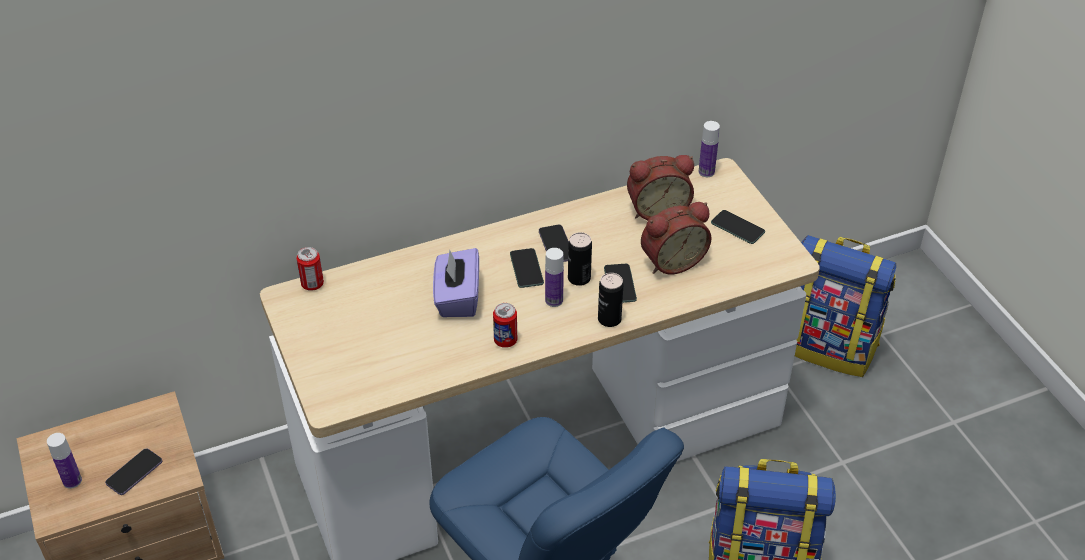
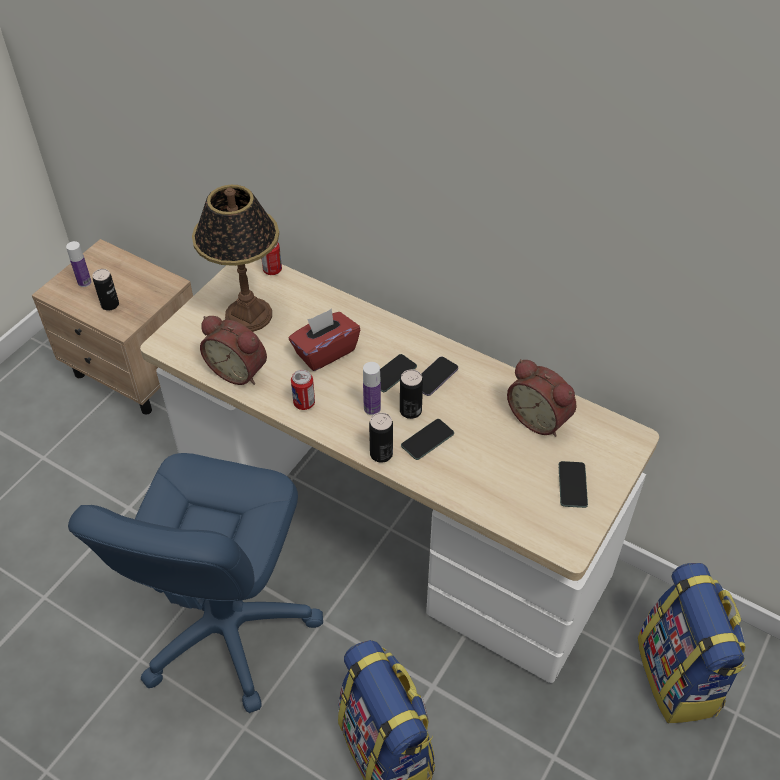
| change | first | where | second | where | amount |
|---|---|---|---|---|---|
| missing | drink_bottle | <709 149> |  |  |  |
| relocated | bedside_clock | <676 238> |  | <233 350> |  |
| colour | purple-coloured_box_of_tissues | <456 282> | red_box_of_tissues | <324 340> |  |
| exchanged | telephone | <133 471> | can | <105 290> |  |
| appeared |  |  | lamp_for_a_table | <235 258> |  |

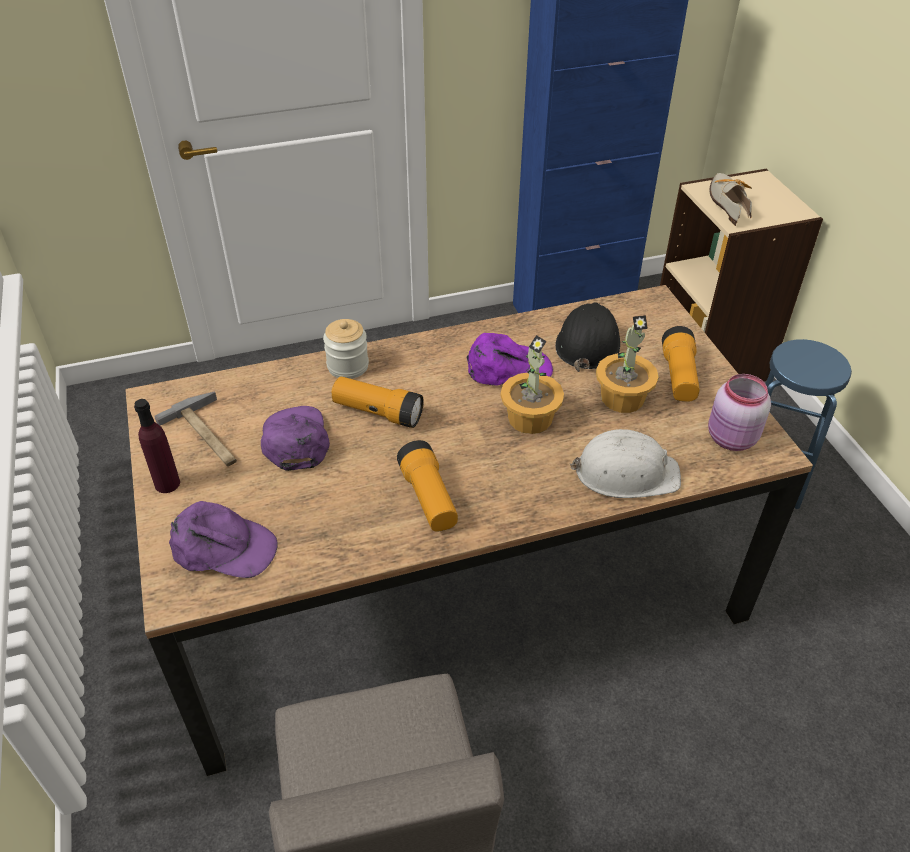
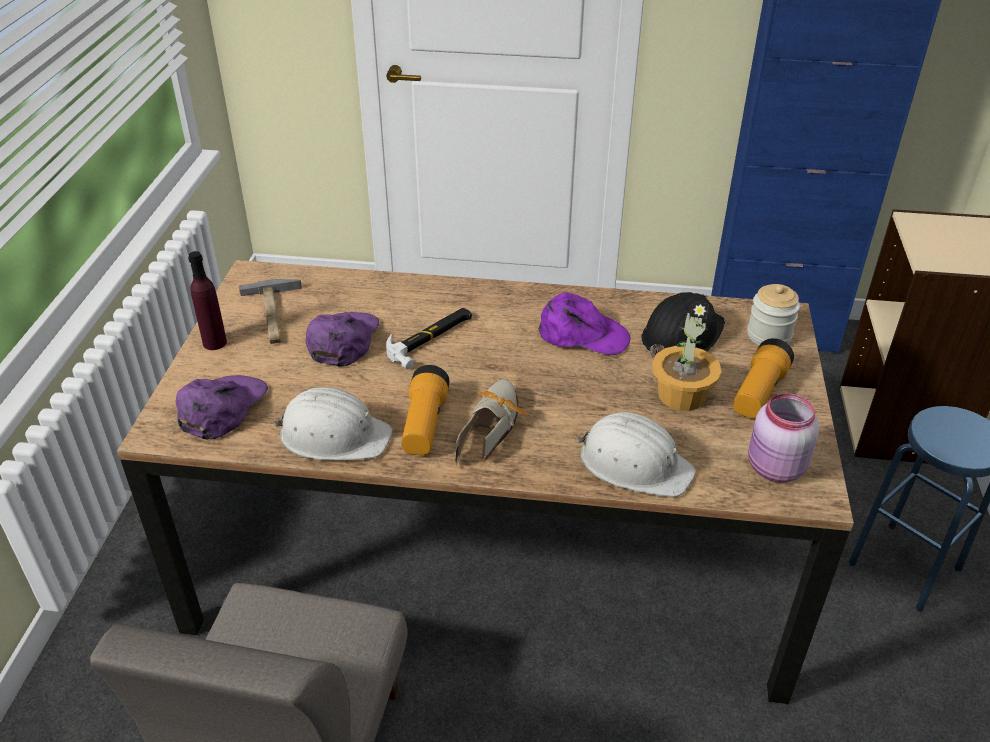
| change | first | where | second | where | amount |
|---|---|---|---|---|---|
| relocated | item_of_footwear | <730 199> |  | <492 422> |  |
| relocated | preserve_jar | <346 349> |  | <773 314> |  |
| missing | plant_in_a_pot | <532 384> |  |  |  |
| exchanged | torch | <377 402> | tool_hammer | <429 339> |  |
| spun | purple-coloured_baseball_cap | <223 539> |  | <222 407> | 105 degrees counterclockwise |
| appeared |  |  | whitish_safety_helmet | <332 423> |  |

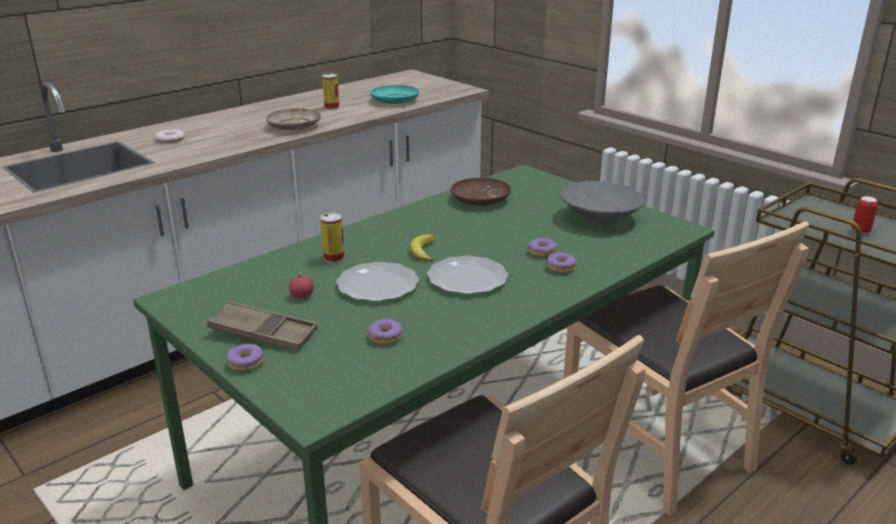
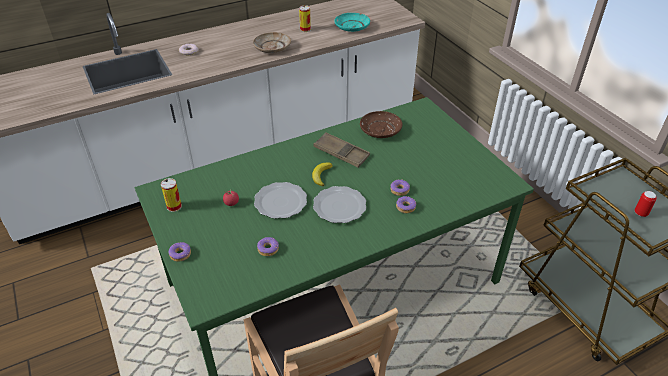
| change | first | where | second | where | amount |
|---|---|---|---|---|---|
| missing | grey_bowl | <602 203> |  |  |  |
| relocated | can | <332 237> |  | <171 195> |  |
| missing | brown-coloured_plain_chair | <686 368> |  |  |  |
| relocated | brown-coloured_serving_tray | <262 326> |  | <341 150> |  |

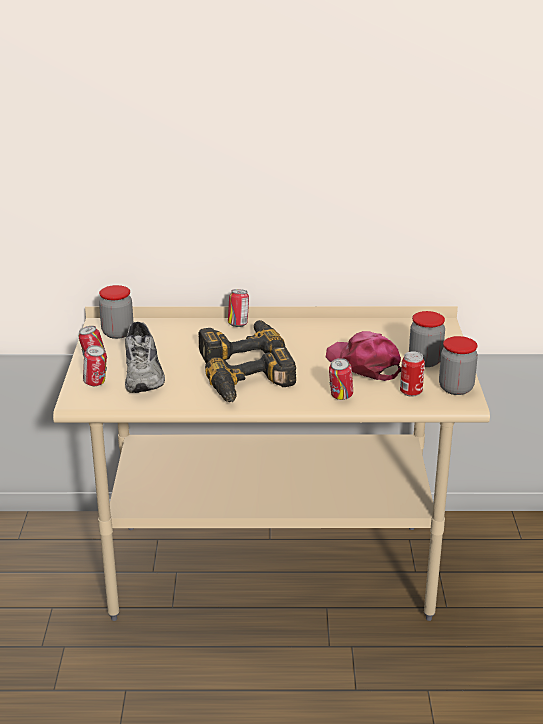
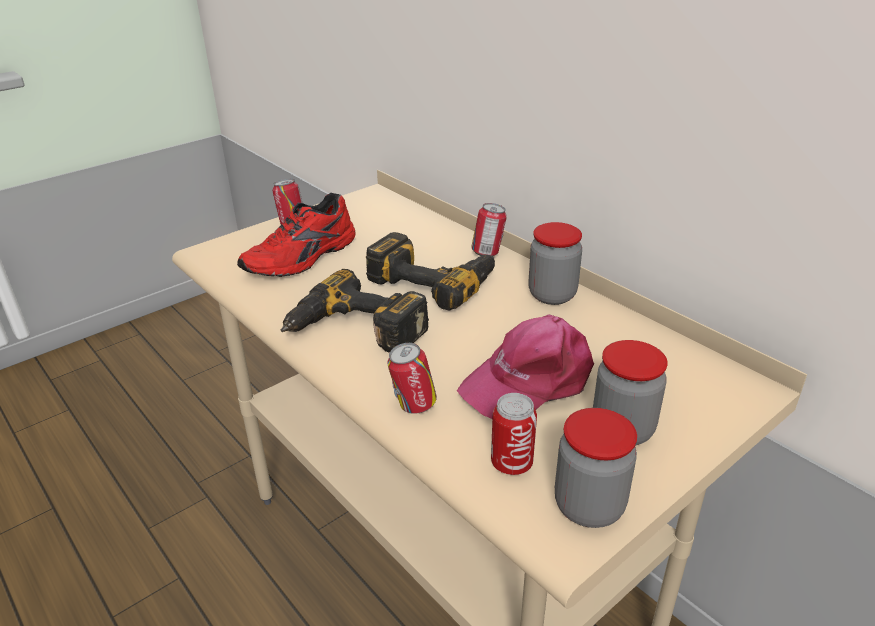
| change | first | where | second | where | amount |
|---|---|---|---|---|---|
| relocated | preserve_jar | <116 312> |  | <555 263> |  |
| colour | grey_item_of_footwear | <145 357> | red_item_of_footwear | <296 235> |  |
| spun | pinkish_baseball_cap | <363 356> |  | <525 367> | 135 degrees counterclockwise |
| missing | can | <95 365> |  |  |  |

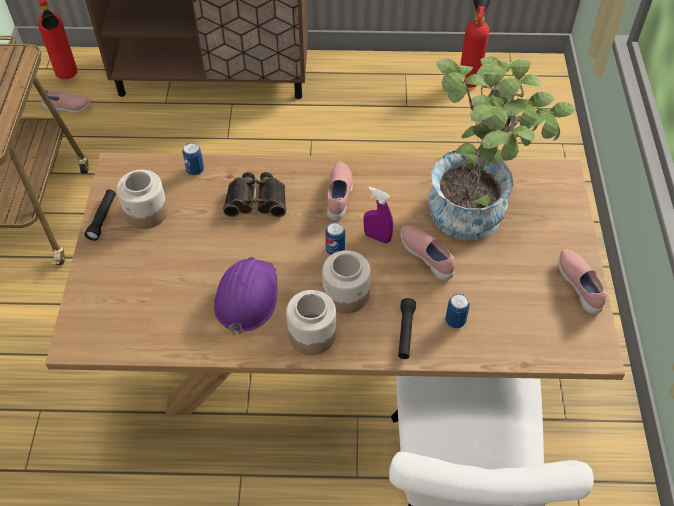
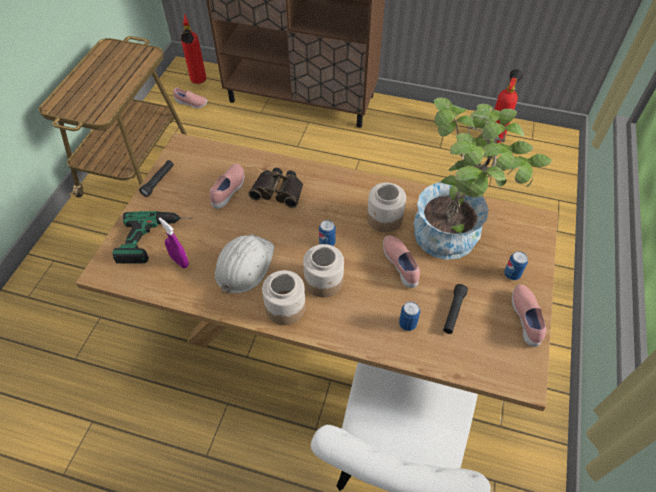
| change | first | where | second | where | amount |
|---|---|---|---|---|---|
| relocated | can | <193 158> |  | <516 265> |  |
| relocated | pinkish_item_of_footwear | <340 191> |  | <227 186> |  |
| relocated | preserve_jar | <142 199> |  | <386 207> |  |
| relocated | purple-coloured_sprayer | <378 215> |  | <174 243> |  |
| colour | purple-coloured_safety_helmet | <245 296> | whitish_safety_helmet | <244 264> |  |
| relocated | black-coloured_torch | <407 328> |  | <455 309> |  |
| appeared |  |  | electric_drill | <152 237> |  |

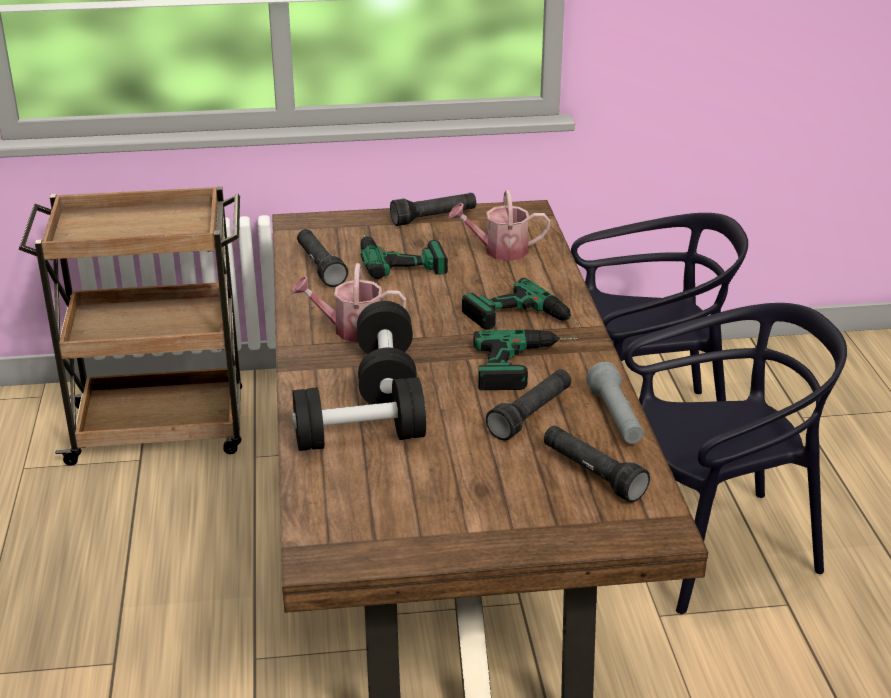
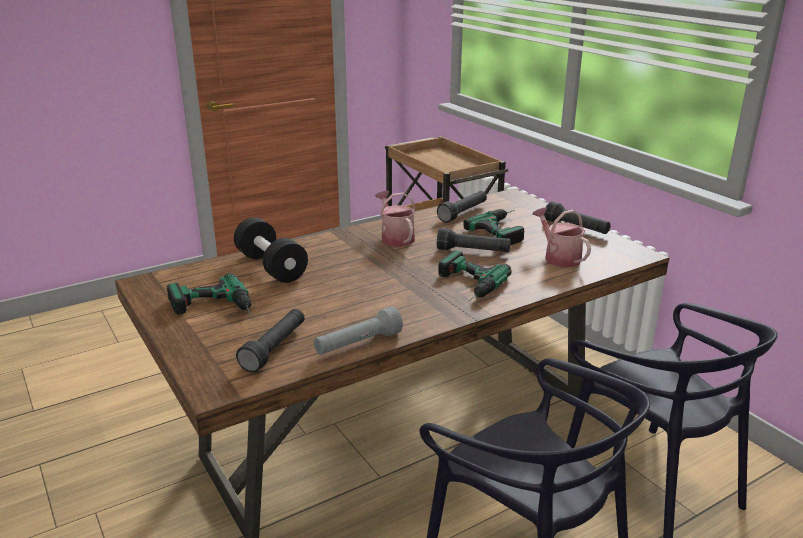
| change | first | where | second | where | amount |
|---|---|---|---|---|---|
| missing | black-coloured_free_weight | <387 352> |  |  |  |
| relocated | electric_drill | <525 359> |  | <209 294> |  |
| relocated | black-coloured_torch | <528 405> |  | <474 240> |  |

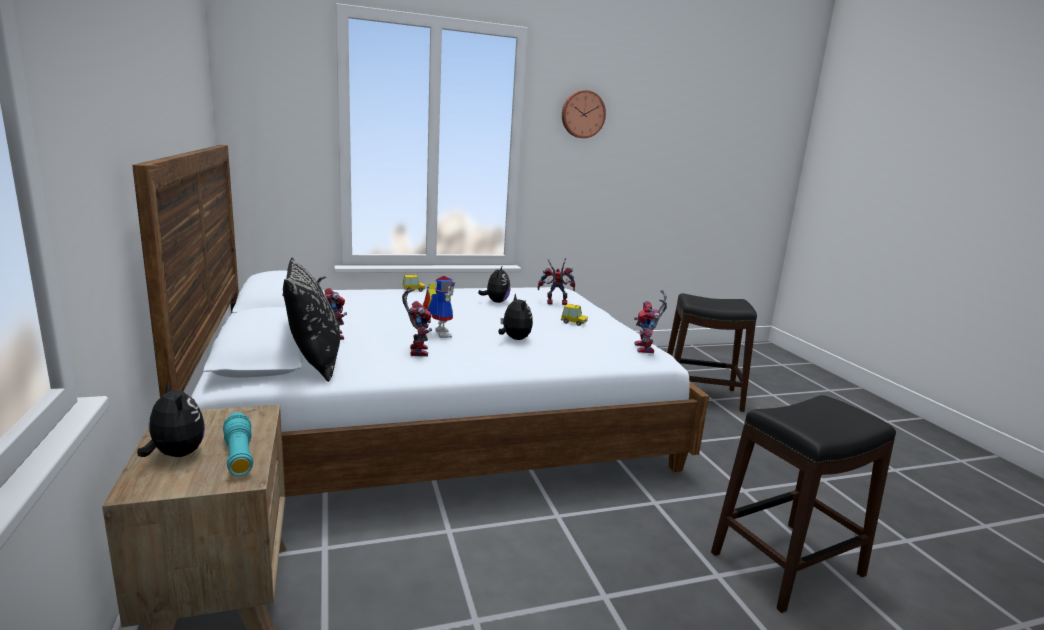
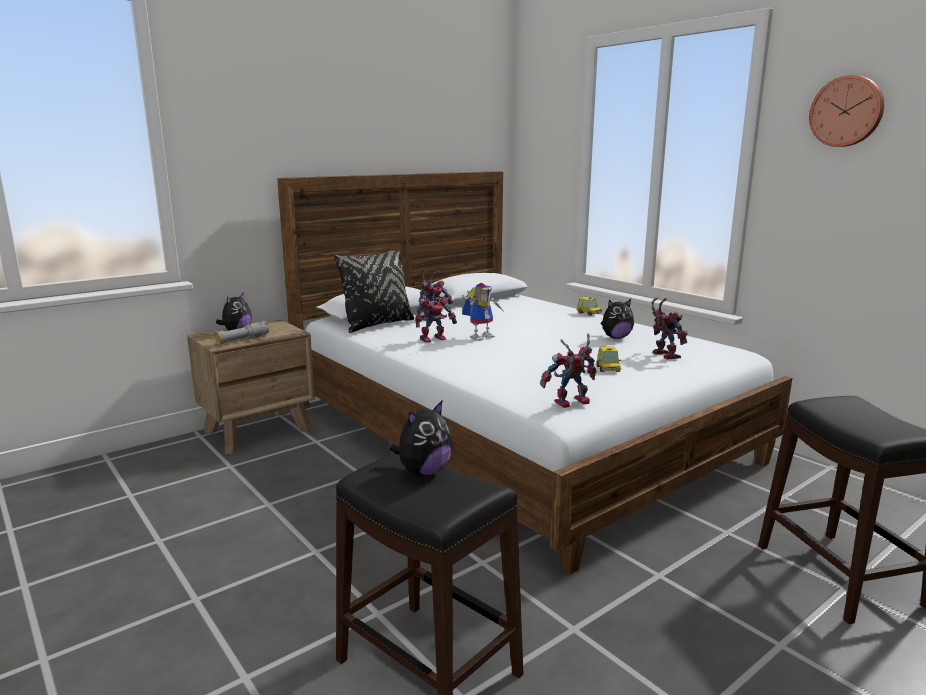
| change | first | where | second | where | amount |
|---|---|---|---|---|---|
| relocated | soft_toy | <516 317> |  | <421 438> |  |
| colour | blue-green_torch | <238 444> | grey_torch | <242 332> |  |

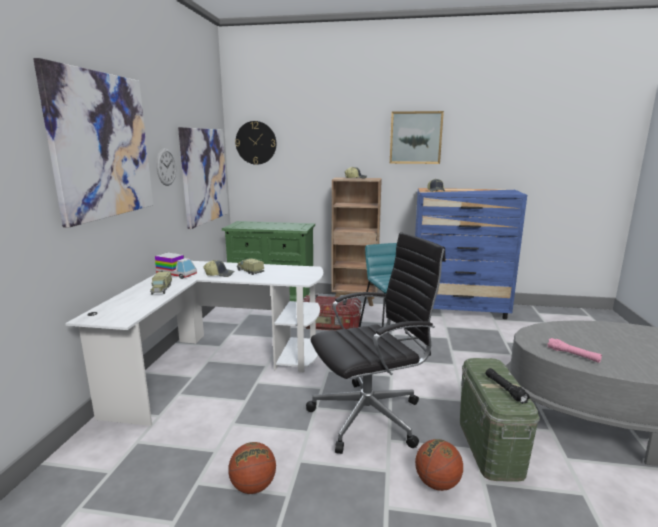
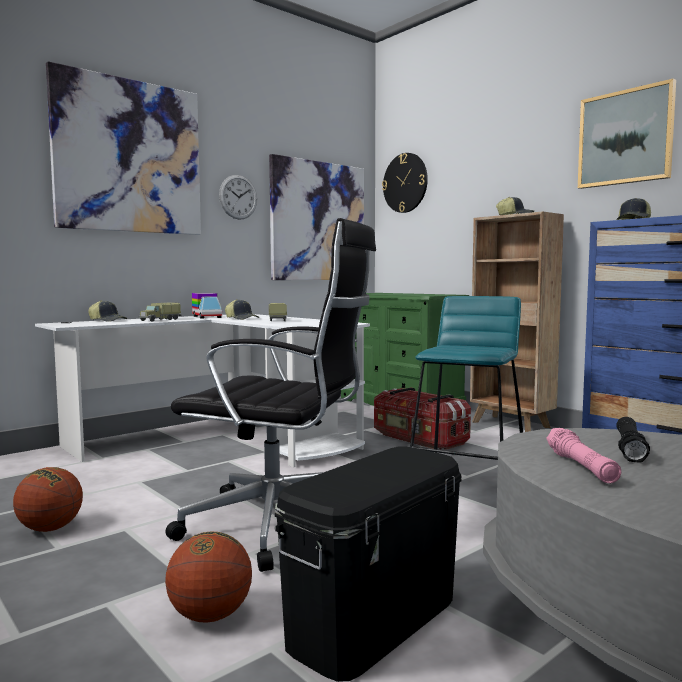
| change | first | where | second | where | amount |
|---|---|---|---|---|---|
| colour | green-coloured_storage_bin | <500 420> | black-coloured_storage_bin | <368 564> |  |
| relocated | black-coloured_torch | <508 386> |  | <633 440> |  |
| appeared |  |  | baseball_cap | <107 311> |  |

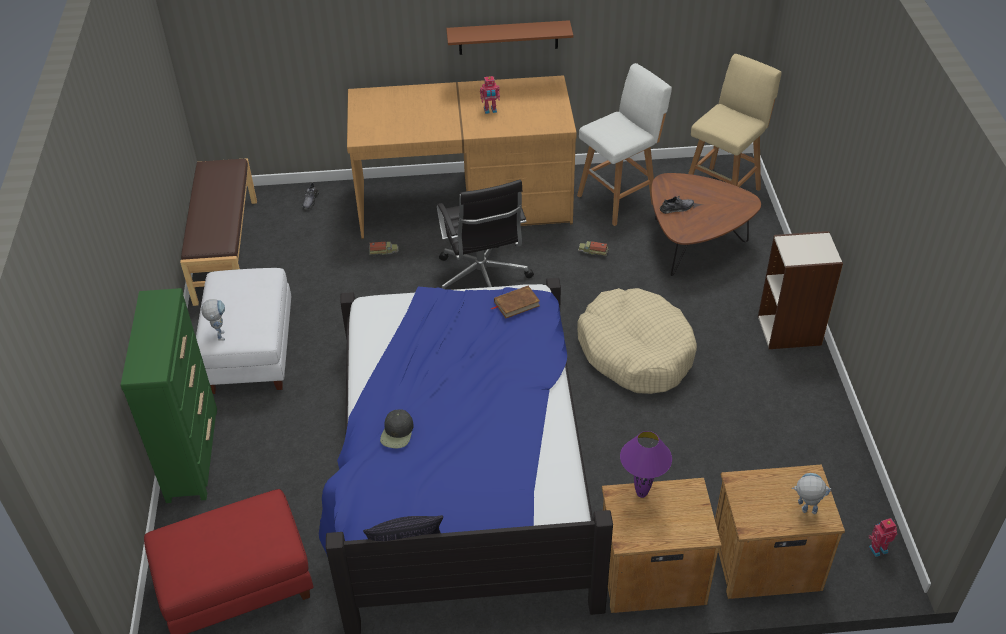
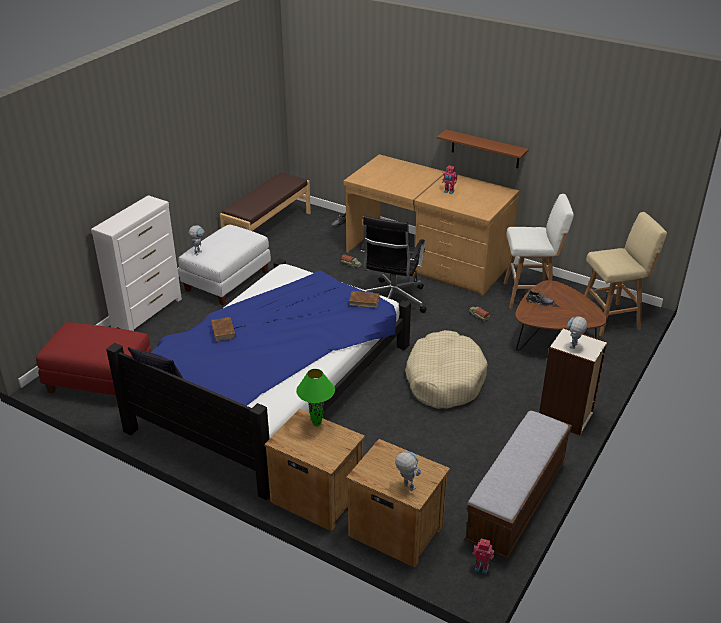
| change | first | where | second | where | amount |
|---|---|---|---|---|---|
| colour | green-coloured_chest_of_drawers | <168 395> | whitish_chest_of_drawers | <136 263> |  |
| exchanged | black-coloured_baseball_cap | <396 428> | brown-coloured_bound_book | <223 329> |  |
| colour | purple-coloured_lamp_for_a_table | <646 464> | green-coloured_lamp_for_a_table | <315 397> |  |
| appeared |  |  | model_robot | <577 332> |  |
| appeared |  |  | bench | <518 484> |  |

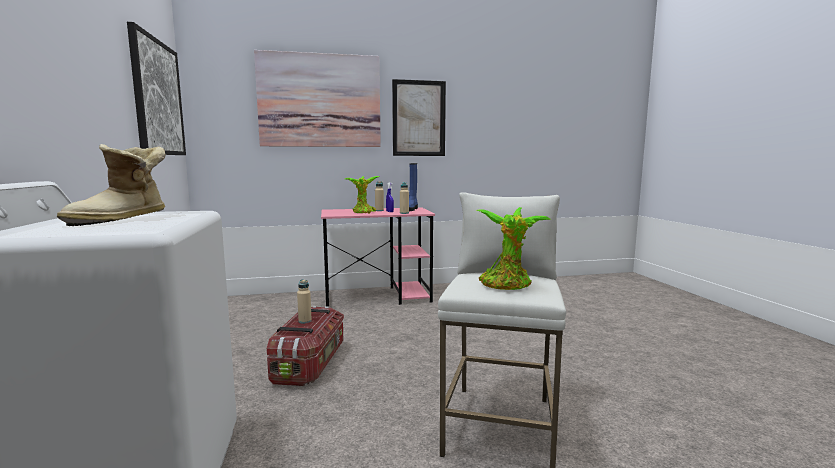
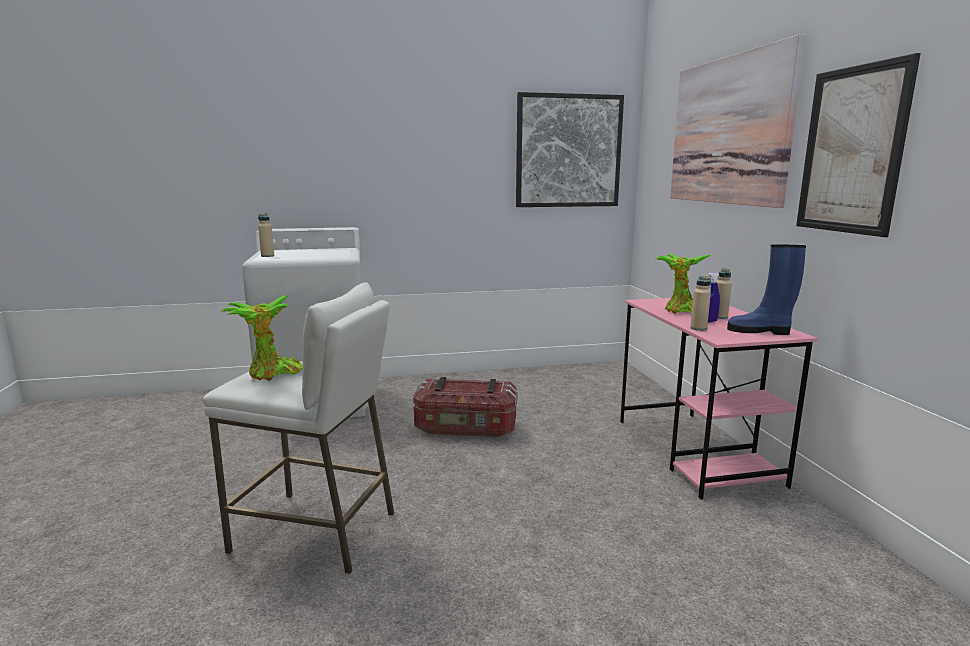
| change | first | where | second | where | amount |
|---|---|---|---|---|---|
| missing | boot | <111 185> |  |  |  |
| relocated | beige-coloured_drink_bottle | <304 301> |  | <266 235> |  |

